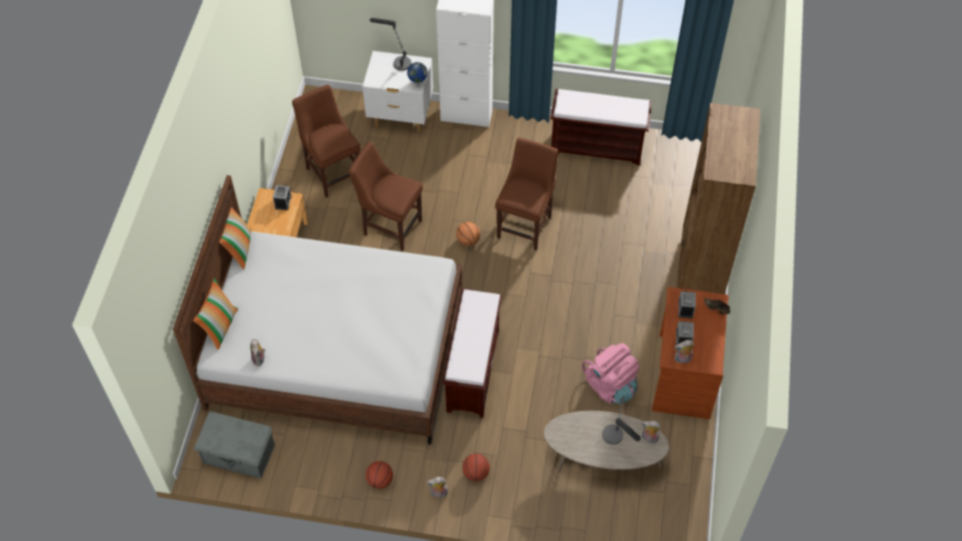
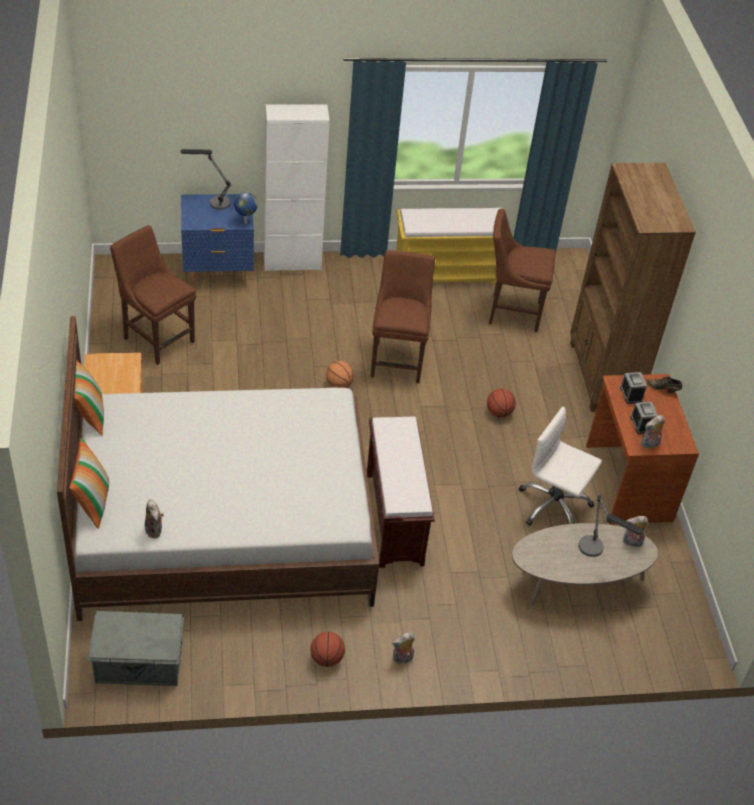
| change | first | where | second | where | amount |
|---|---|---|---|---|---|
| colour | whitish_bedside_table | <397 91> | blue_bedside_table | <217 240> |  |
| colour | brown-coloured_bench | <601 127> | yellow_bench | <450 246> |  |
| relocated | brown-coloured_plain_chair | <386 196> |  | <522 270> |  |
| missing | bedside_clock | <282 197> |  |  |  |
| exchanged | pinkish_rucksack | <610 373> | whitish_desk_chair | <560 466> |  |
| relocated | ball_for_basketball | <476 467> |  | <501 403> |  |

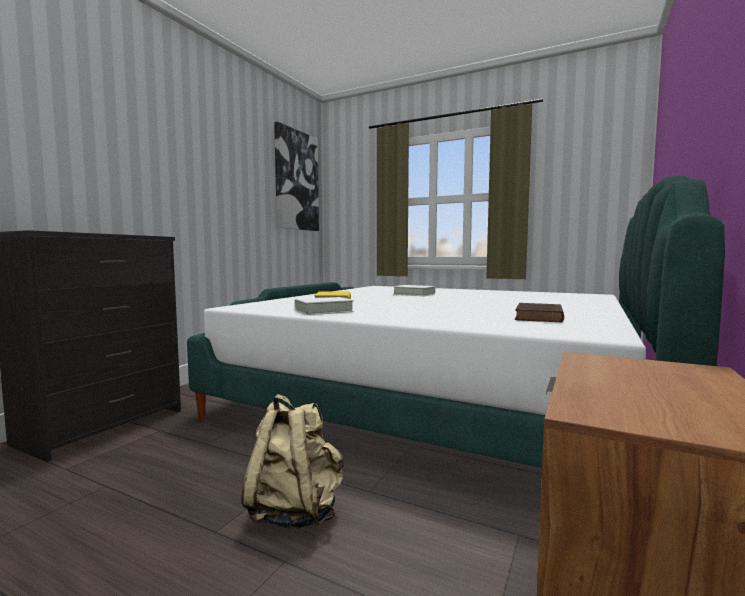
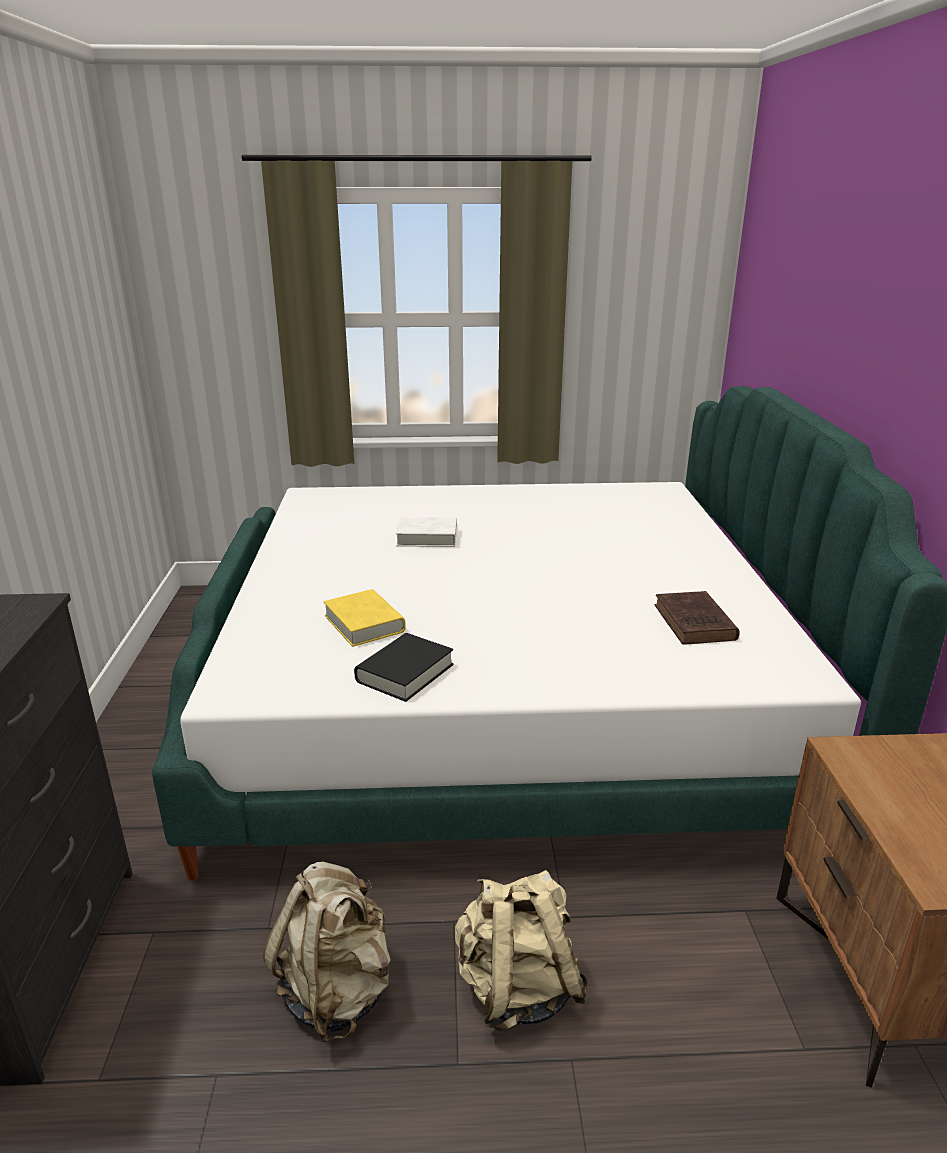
| change | first | where | second | where | amount |
|---|---|---|---|---|---|
| missing | wall_picture | <296 176> |  |  |  |
| colour | whitish_bound_book | <324 306> | black-coloured_bound_book | <403 667> |  |
| appeared |  |  | beige-coloured_rucksack | <327 952> |  |

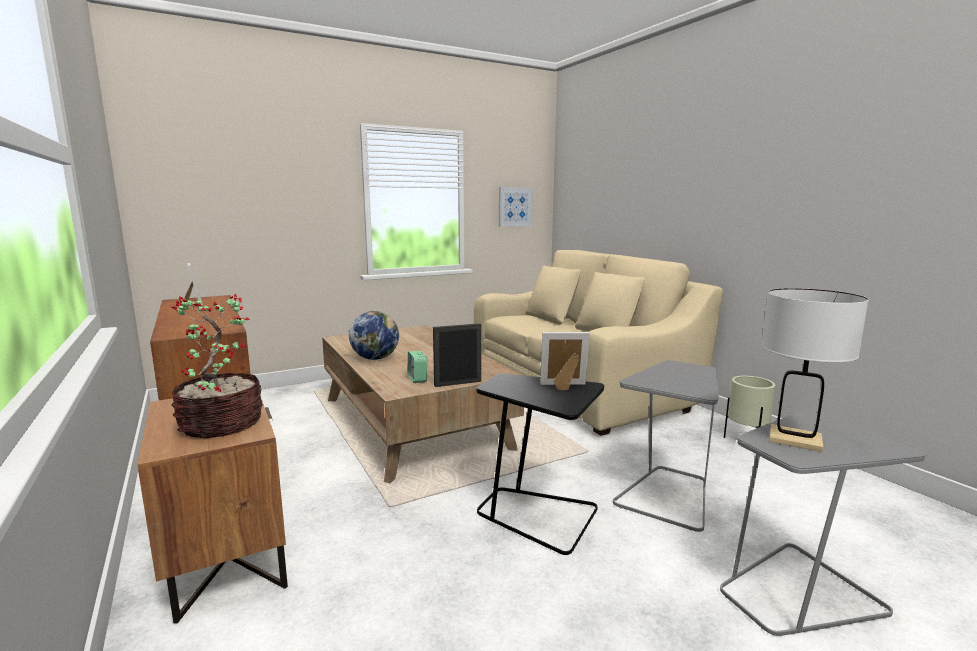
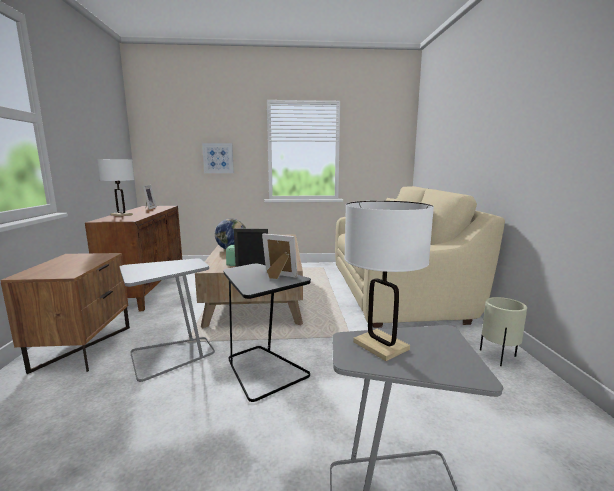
| change | first | where | second | where | amount |
|---|---|---|---|---|---|
| relocated | wall_picture | <516 207> |  | <218 158> |  |
| missing | plant_in_a_pot | <217 366> |  |  |  |
| relocated | grey_accent_table | <666 446> |  | <167 320> |  |
| appeared |  |  | whitish_lamp_for_a_table | <115 188> |  |

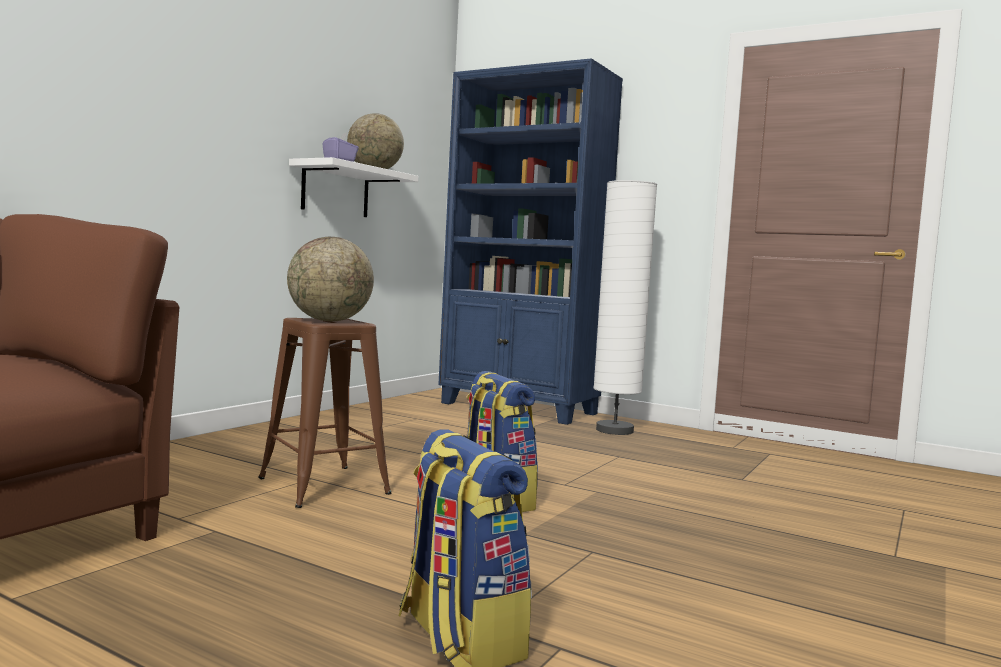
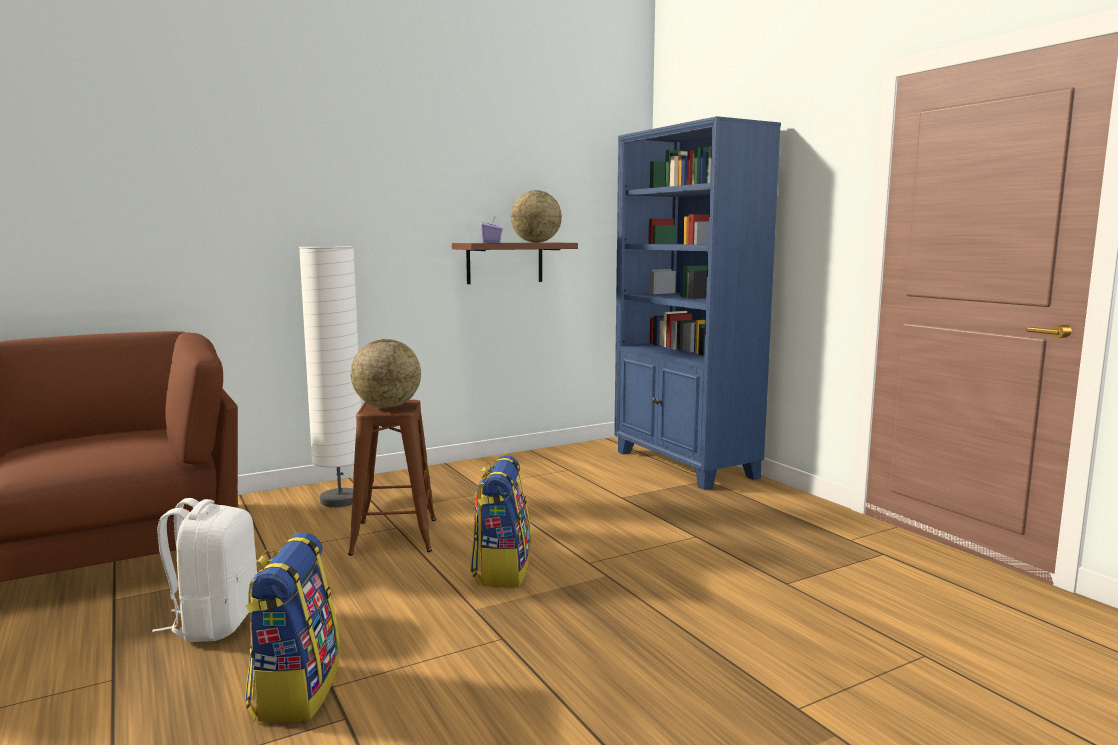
| change | first | where | second | where | amount |
|---|---|---|---|---|---|
| colour | whitish_bracket_shelf | <353 187> | brown-coloured_bracket_shelf | <515 263> |  |
| relocated | whitish_standard_lamp | <625 307> |  | <330 376> |  |
| appeared |  |  | whitish_rucksack | <204 570> |  |

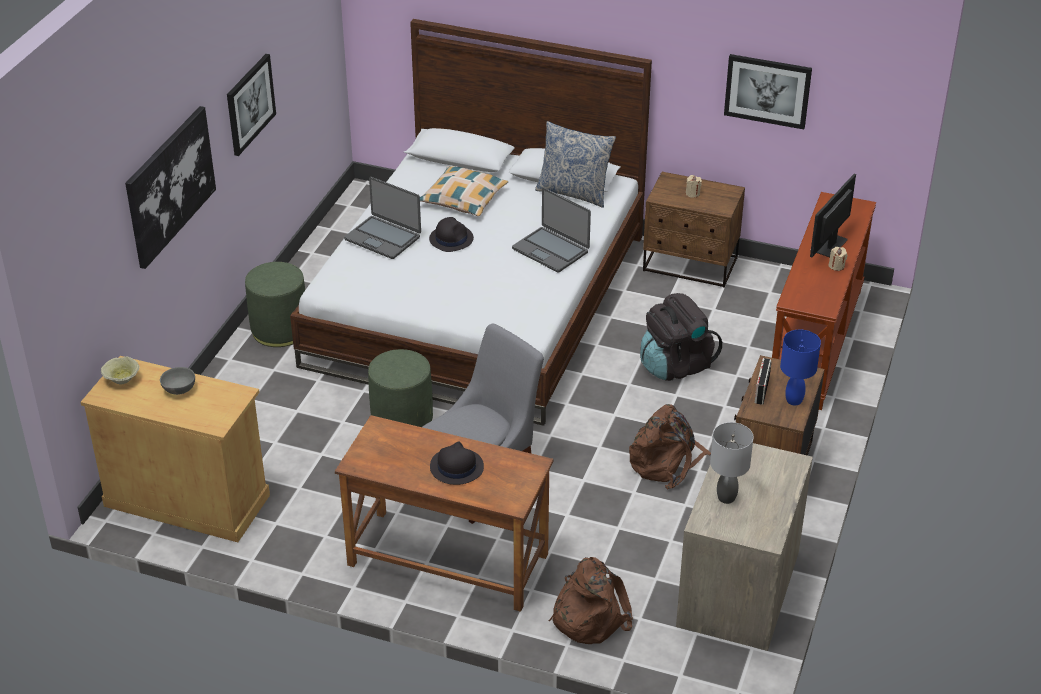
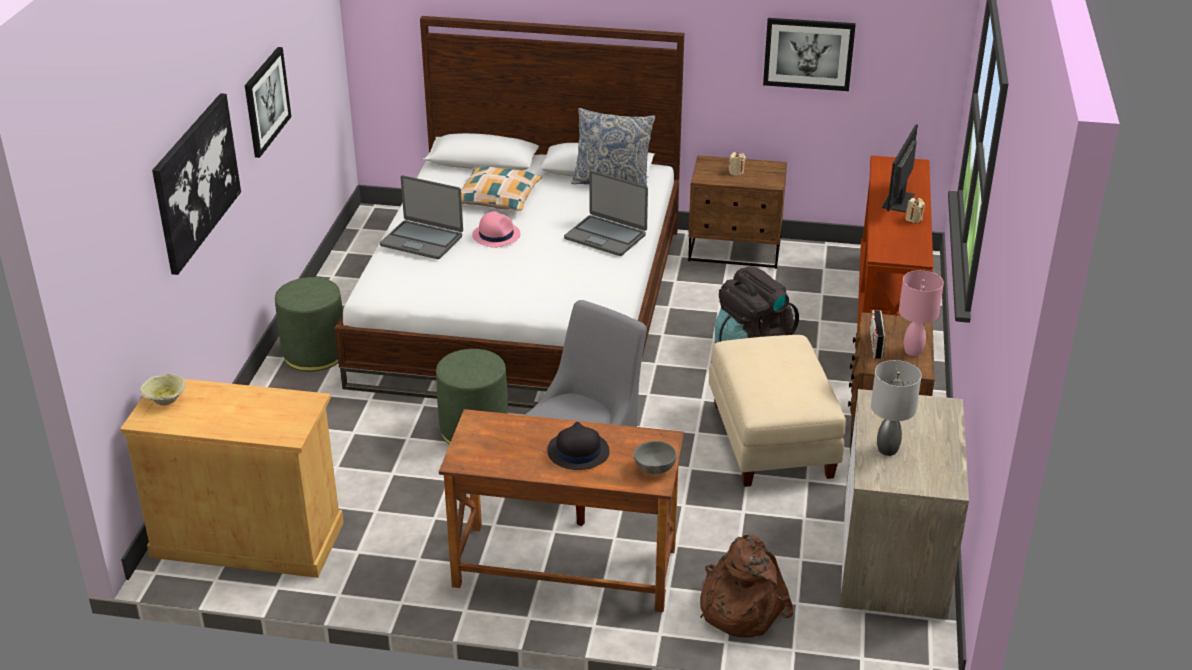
| change | first | where | second | where | amount |
|---|---|---|---|---|---|
| colour | black-coloured_hat | <451 234> | pinkish_hat | <496 229> |  |
| colour | blue_lamp_for_a_table | <800 367> | pinkish_lamp_for_a_table | <921 313> |  |
| relocated | grey_bowl | <177 381> |  | <655 457> |  |
| exchanged | brown-coloured_rucksack | <670 447> | beige-coloured_pouffe | <777 411> |  |

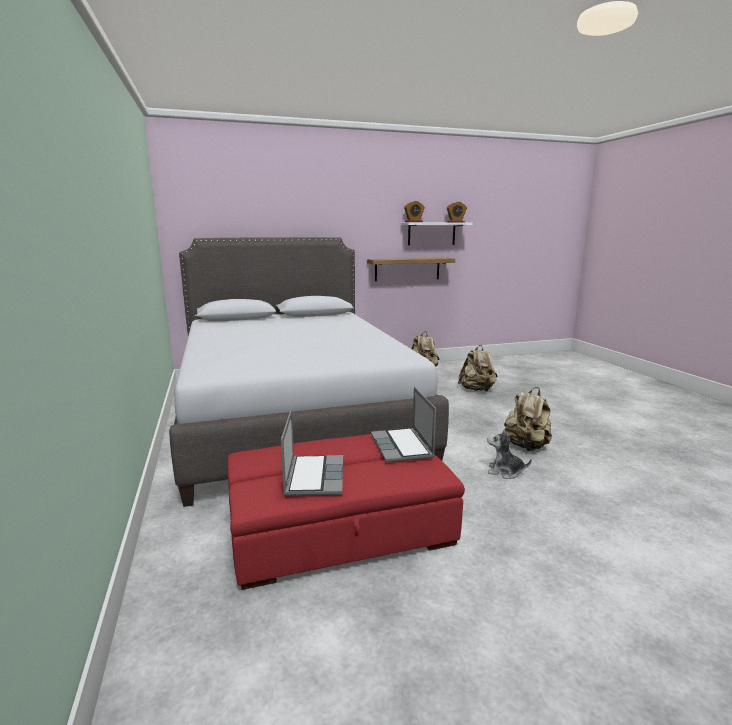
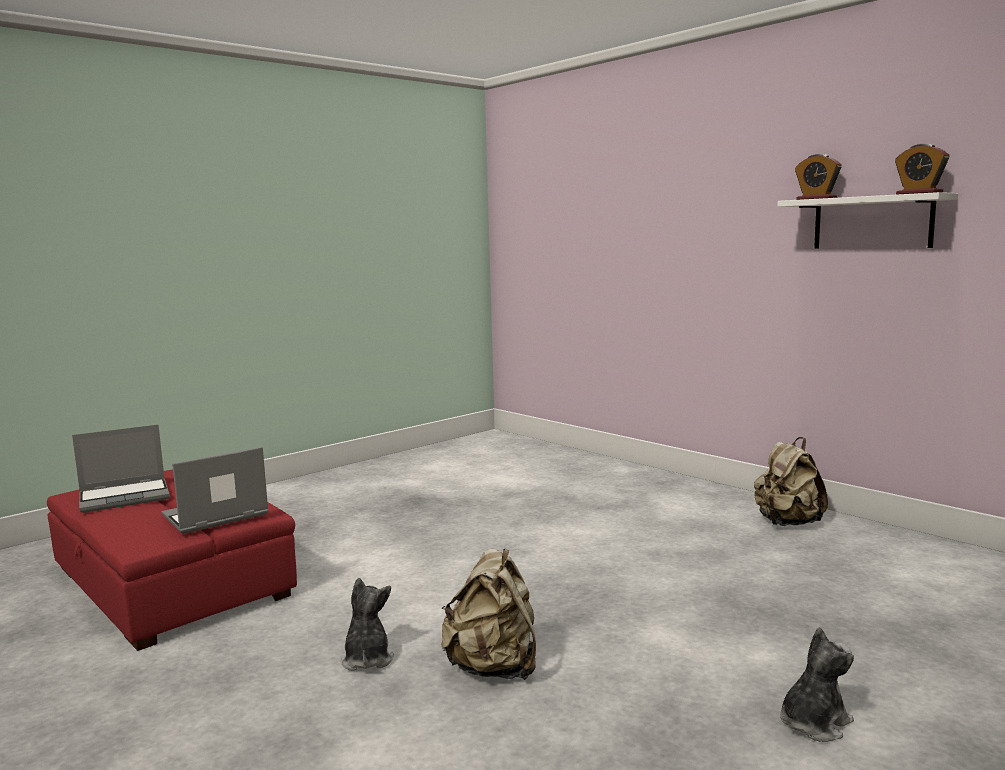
| change | first | where | second | where | amount |
|---|---|---|---|---|---|
| missing | grey_bed | <309 372> |  |  |  |
| missing | bracket_shelf | <411 269> |  |  |  |
| missing | beige-coloured_rucksack | <477 368> |  |  |  |
| appeared |  |  | soft_toy | <817 684> |  |

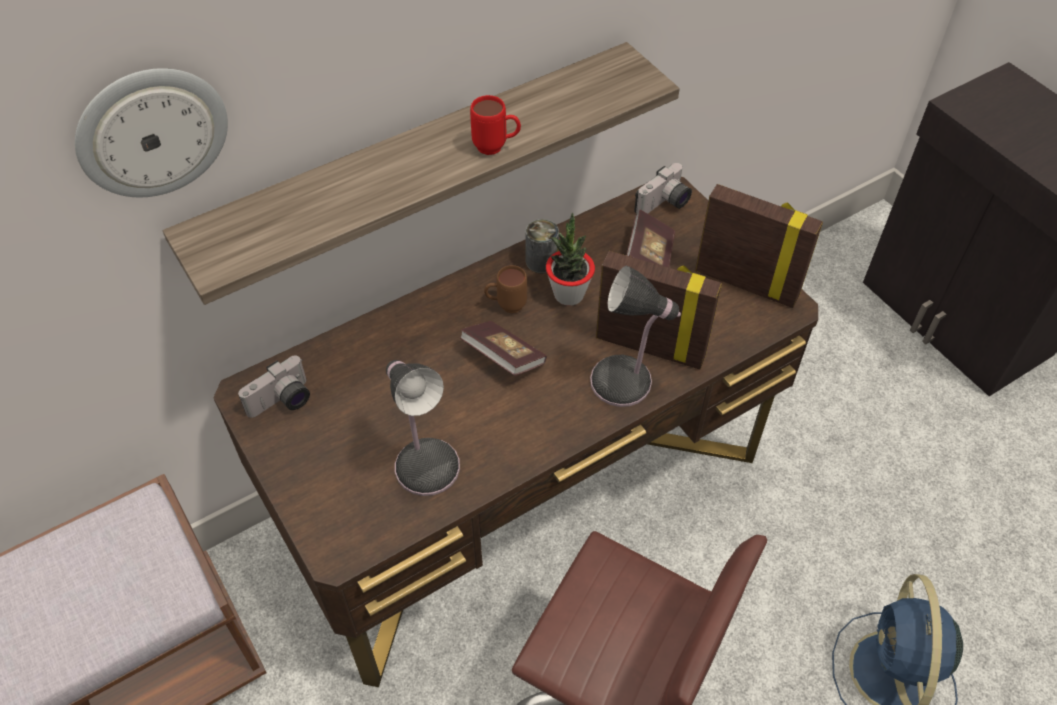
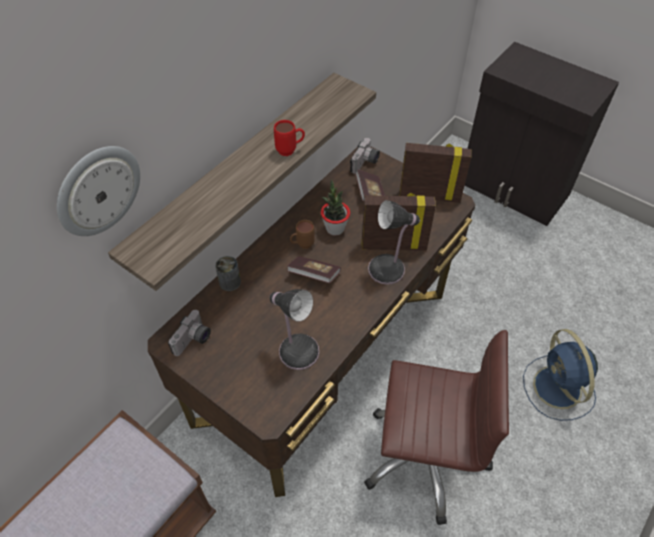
| change | first | where | second | where | amount |
|---|---|---|---|---|---|
| relocated | can | <542 246> |  | <228 273> |  |

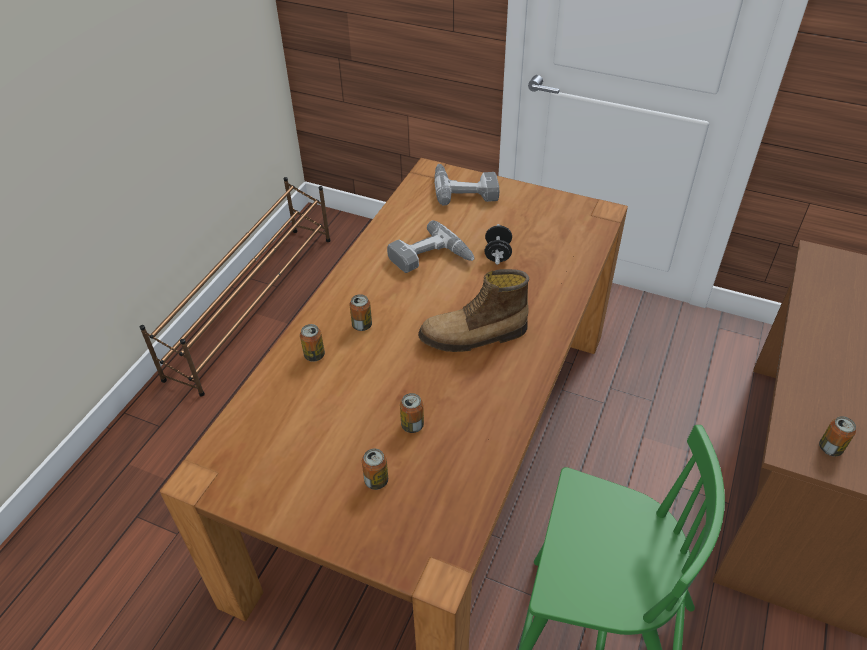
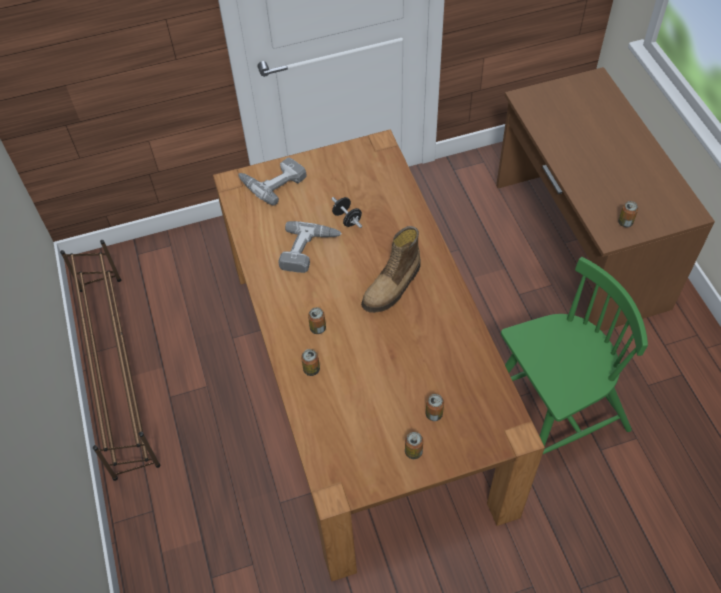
| change | first | where | second | where | amount |
|---|---|---|---|---|---|
| relocated | can | <412 413> |  | <414 445> |  |

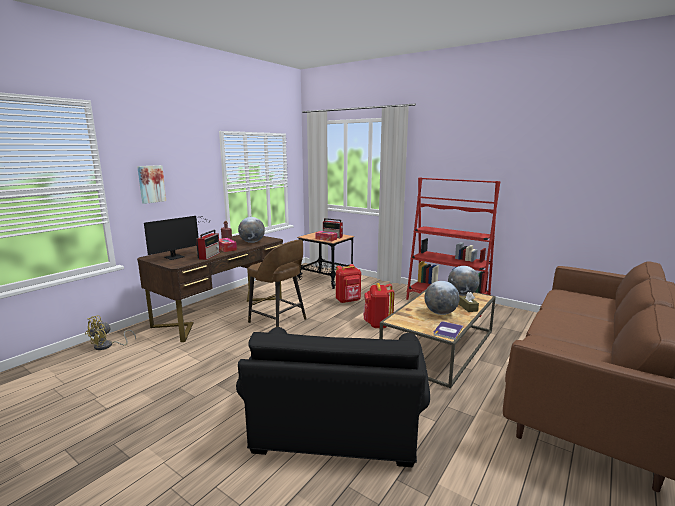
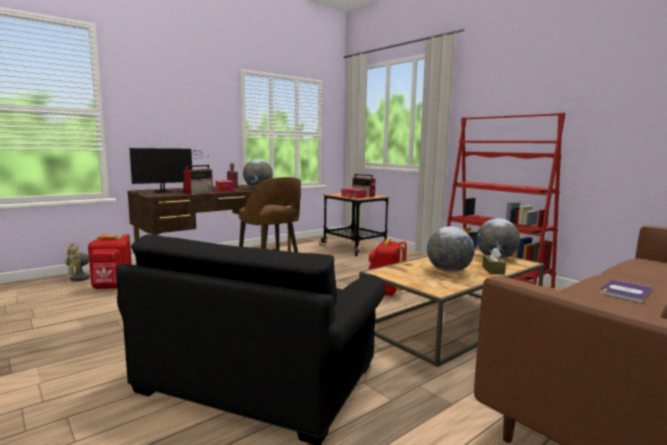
| change | first | where | second | where | amount |
|---|---|---|---|---|---|
| missing | wall_picture | <151 184> |  |  |  |
| relocated | red_rucksack | <348 283> |  | <110 262> |  |
| relocated | bound_book | <448 331> |  | <626 291> |  |

